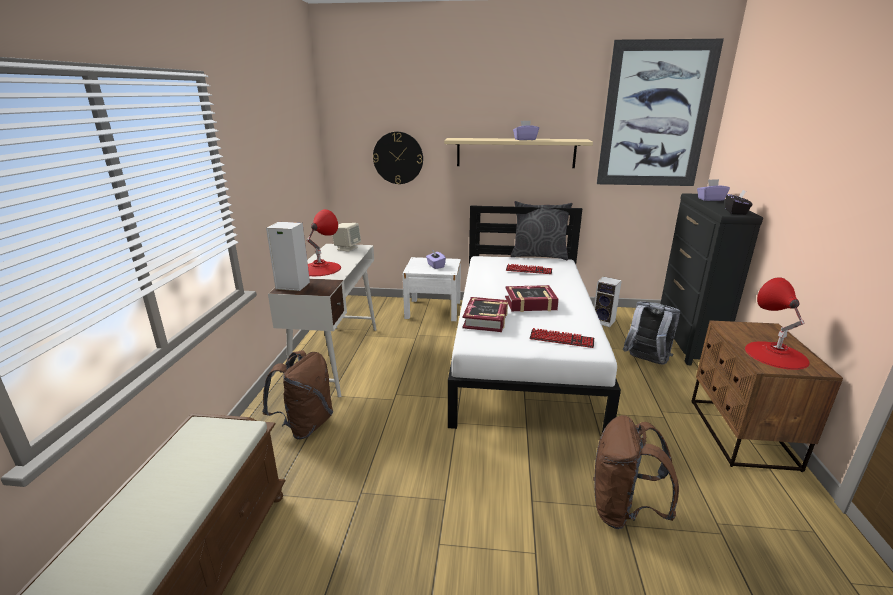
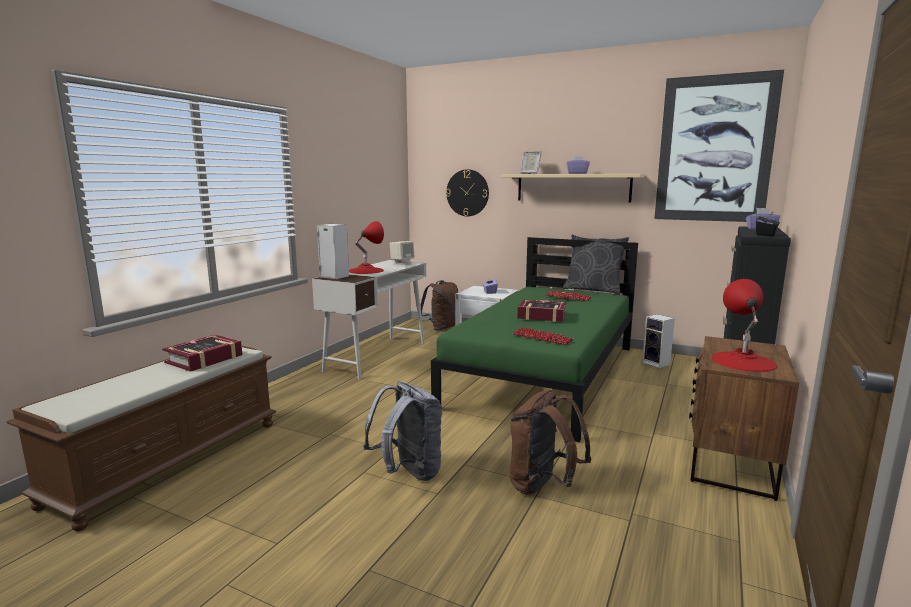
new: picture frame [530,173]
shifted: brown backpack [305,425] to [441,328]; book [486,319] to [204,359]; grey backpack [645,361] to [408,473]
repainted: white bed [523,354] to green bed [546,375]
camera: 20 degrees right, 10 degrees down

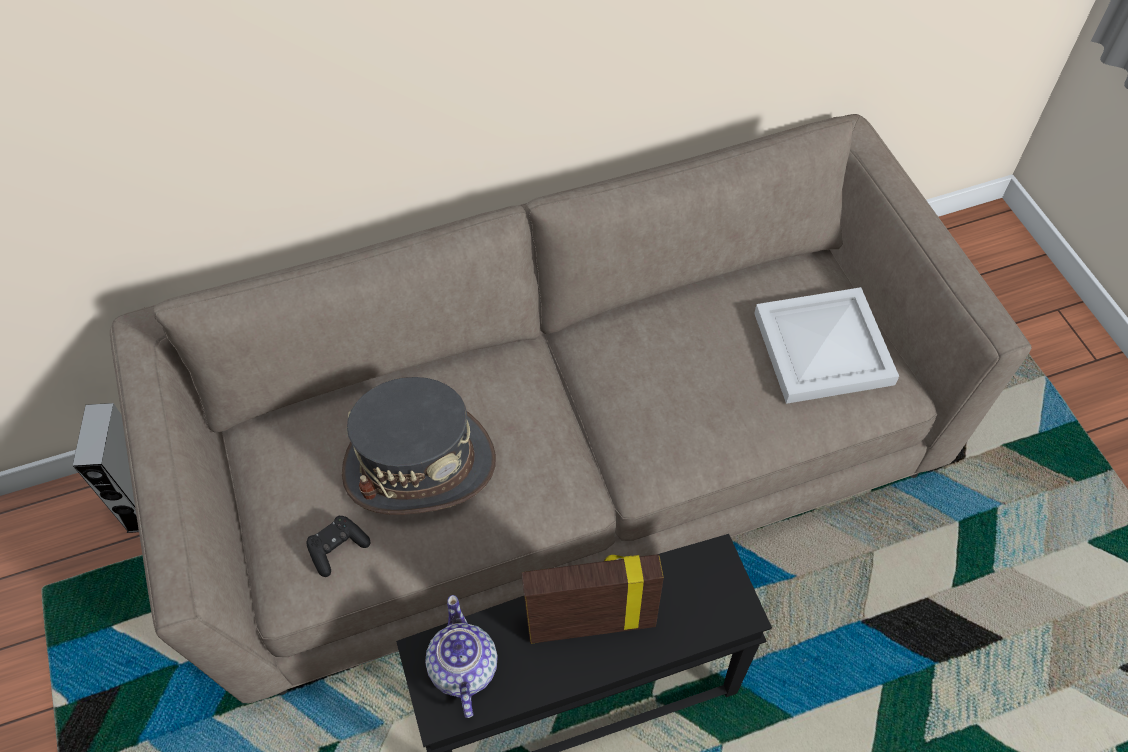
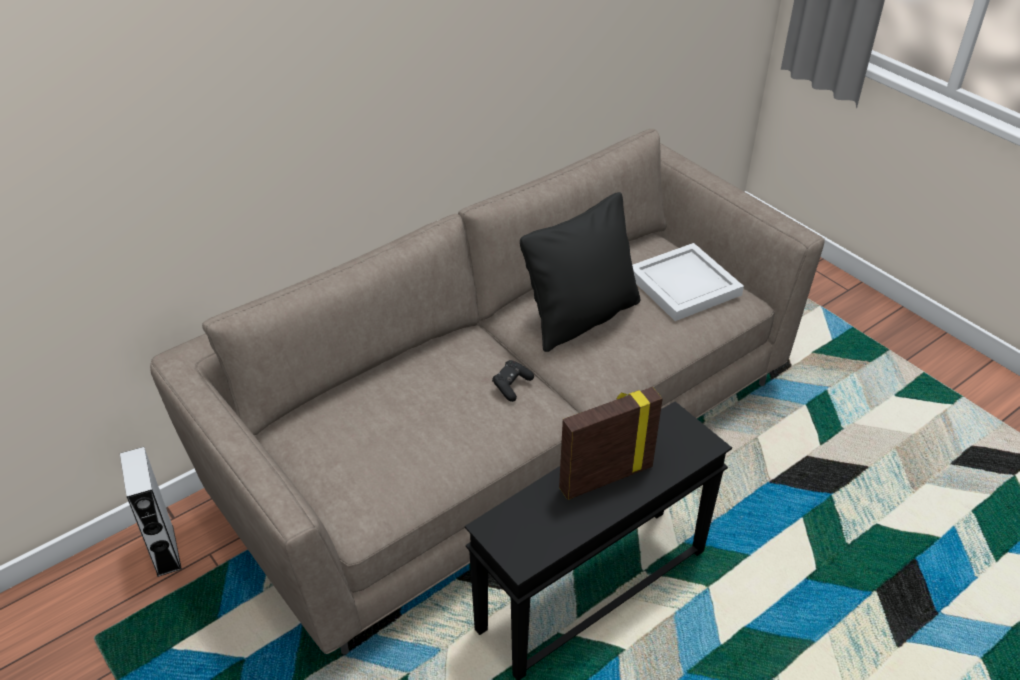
gone: grey hat [419,465]; teapot [463,669]
new: black pillow [581,318]
shifted: black game controller [338,548] to [511,386]
camera: 20 degrees left, 15 degrees down

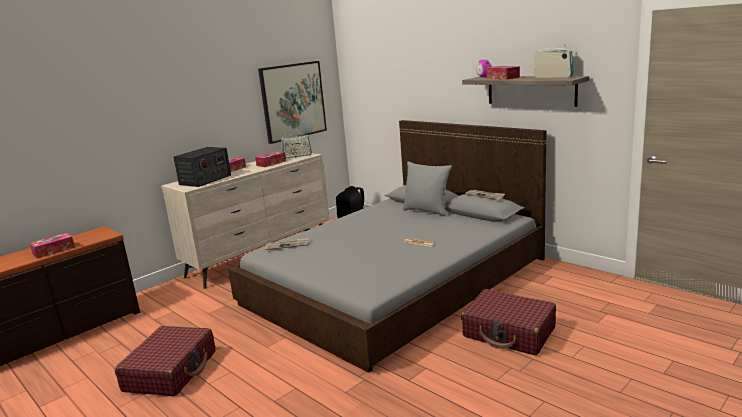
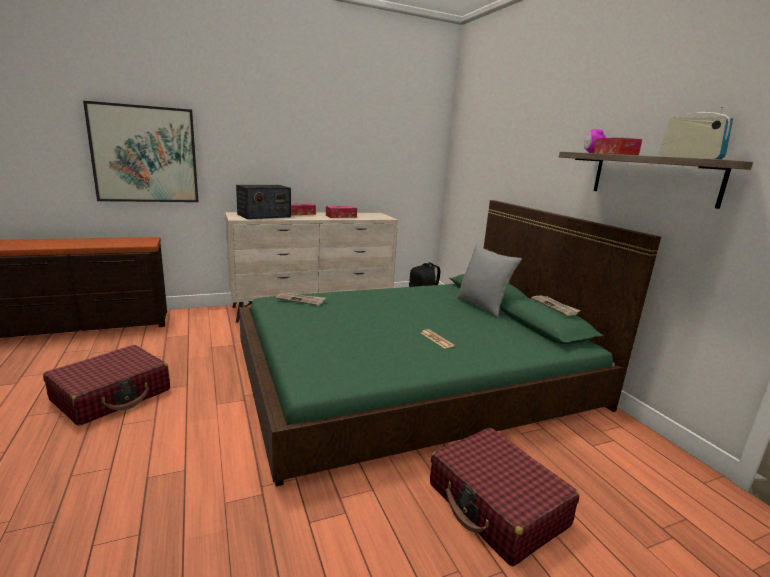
gone: tissue box [53,250]; radio [297,156]
shifted: picture [293,101] to [145,154]
repainted: grey bed [396,281] to green bed [413,376]
camera: 20 degrees right, 0 degrees up

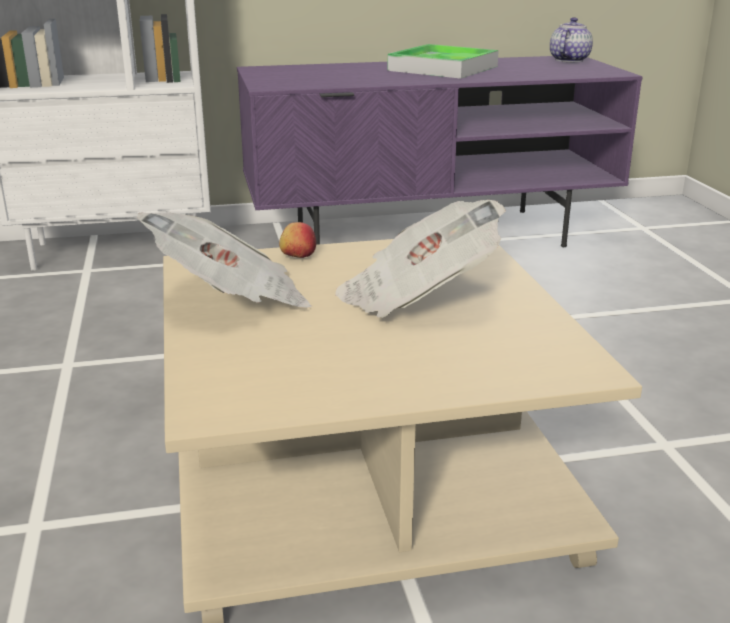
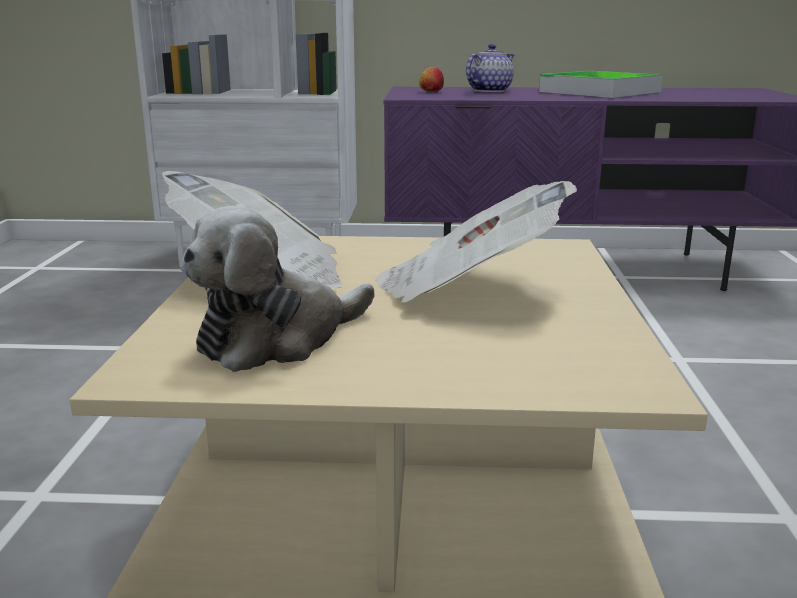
new: plush toy [278,339]
shifted: apple [298,256] to [431,92]; teapot [568,60] to [489,91]
camera: 15 degrees right, 5 degrees down

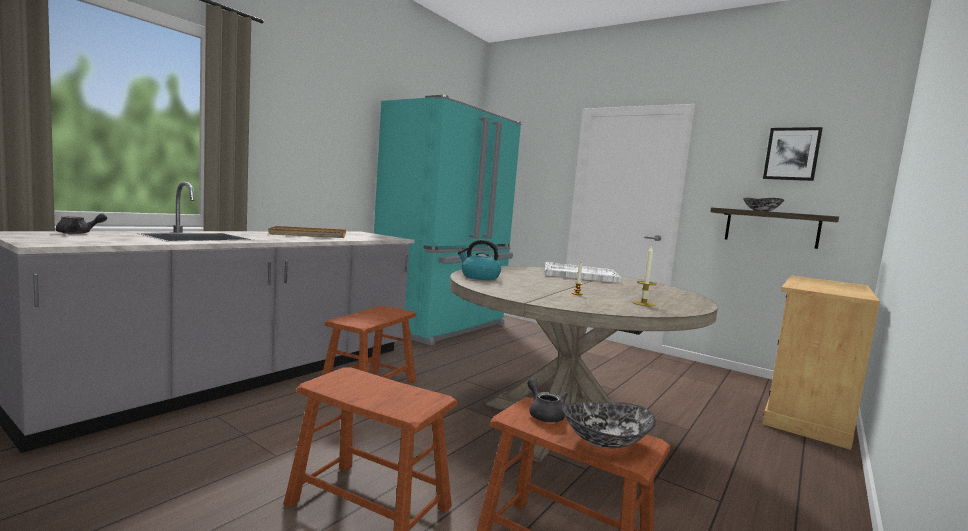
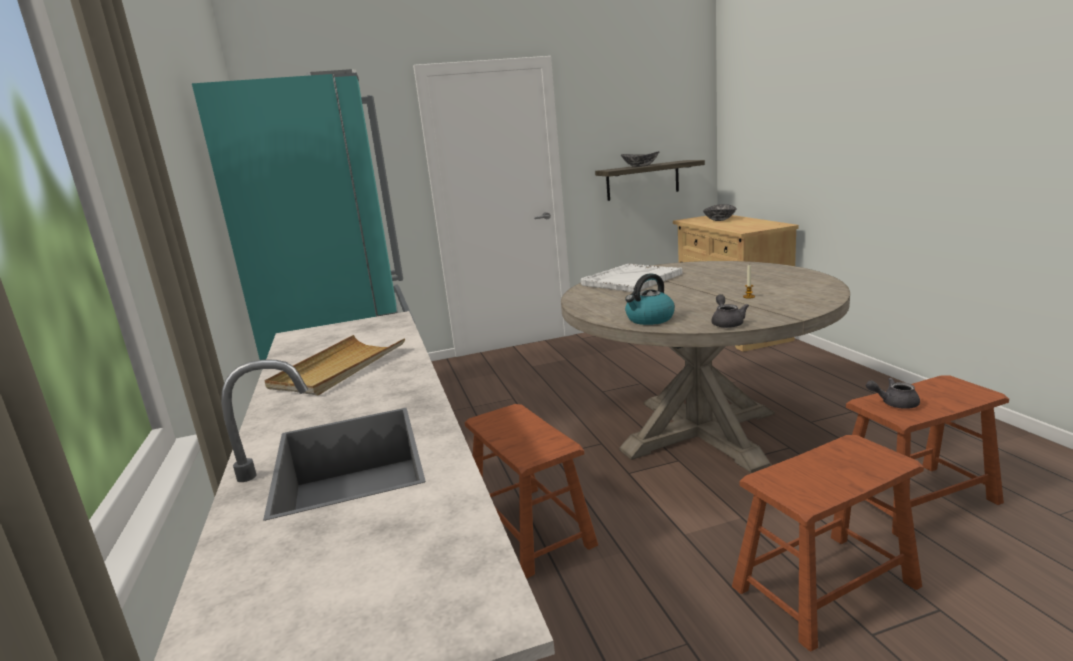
gone: candle [643,304]; picture [792,154]
shifted: grey teapot [79,233] to [727,323]; bowl [604,441] to [719,219]
camera: 50 degrees left, 10 degrees up

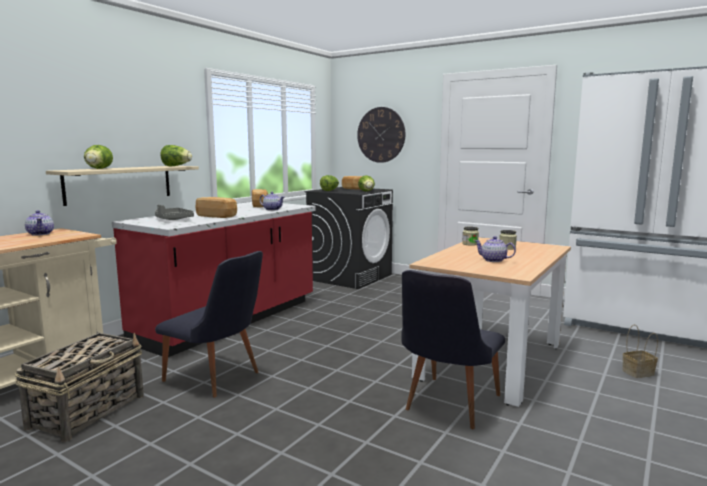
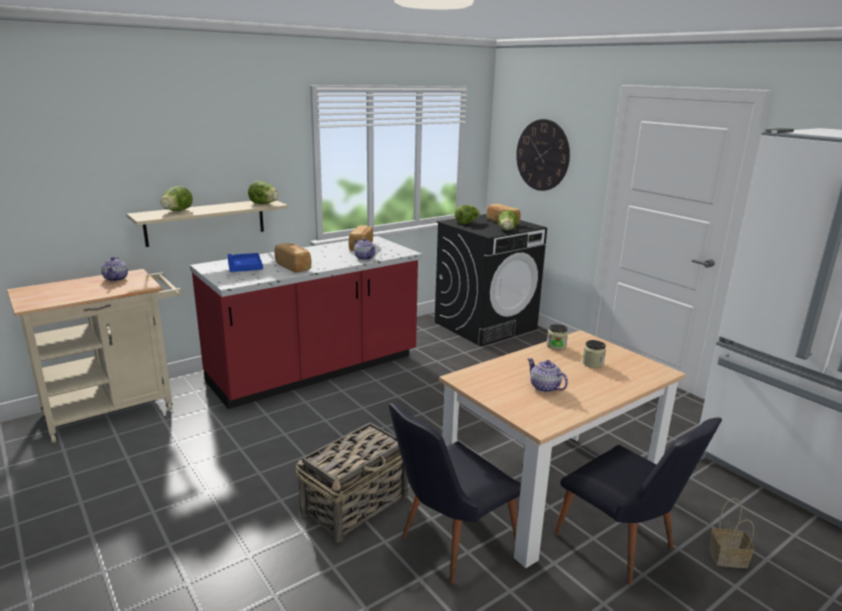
shifted: basket [89,410] to [356,504]; black chair [217,379] to [623,547]
repainted: grey tray [172,219] to blue tray [245,268]
camera: 20 degrees right, 10 degrees up

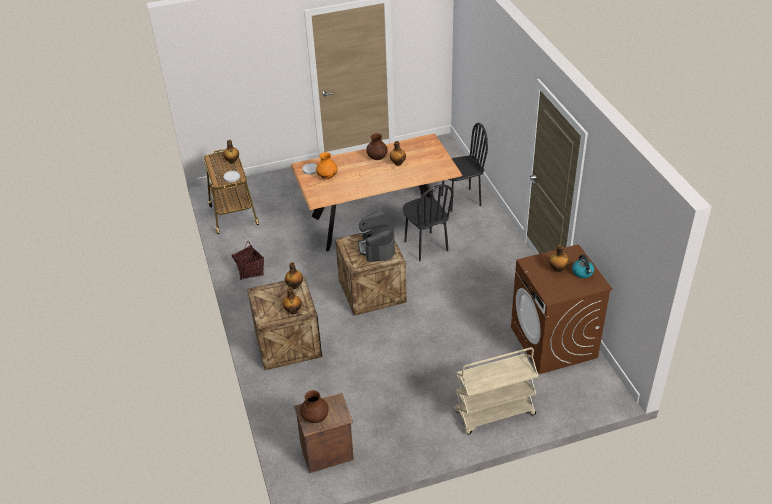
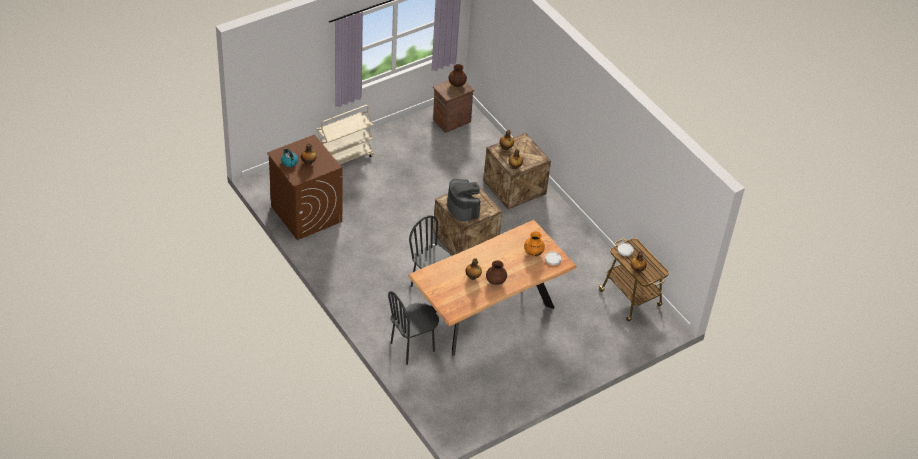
gone: basket [250,271]
camera: 160 degrees right, 5 degrees up

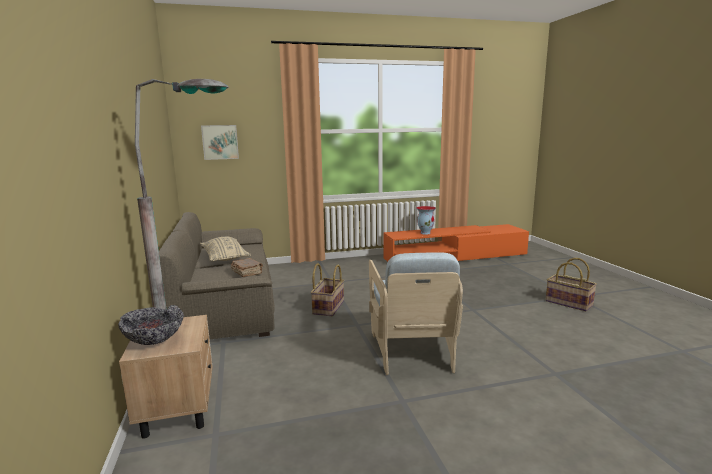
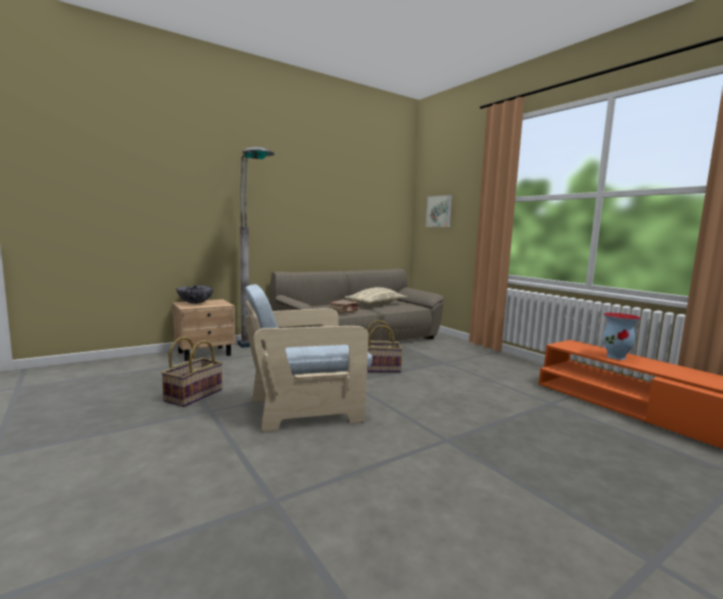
shifted: basket [568,303] to [193,395]
camera: 70 degrees right, 5 degrees down

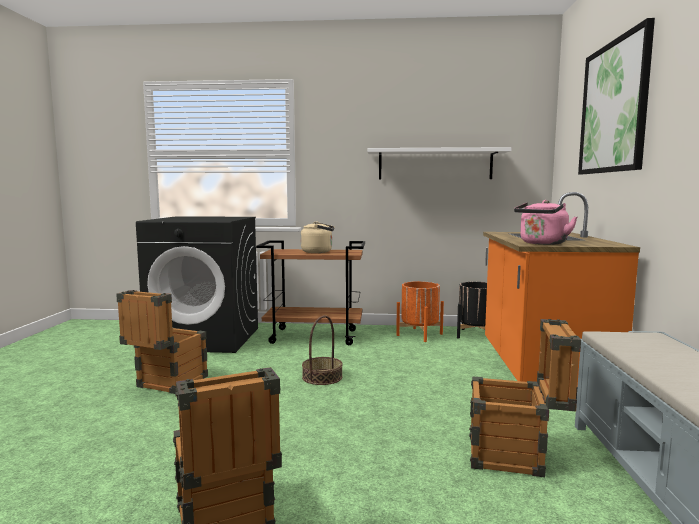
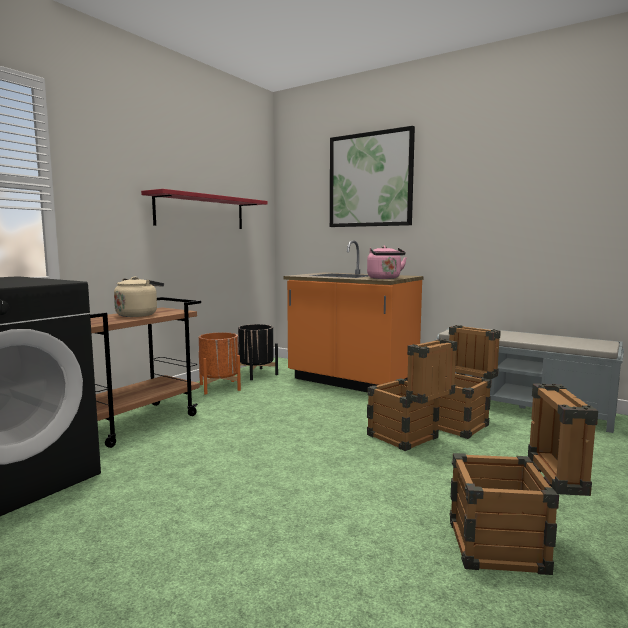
gone: basket [322,377]
shifted: crate [166,384] to [408,439]
repainted: white shelf [435,164] to red shelf [201,212]
camera: 60 degrees left, 0 degrees up

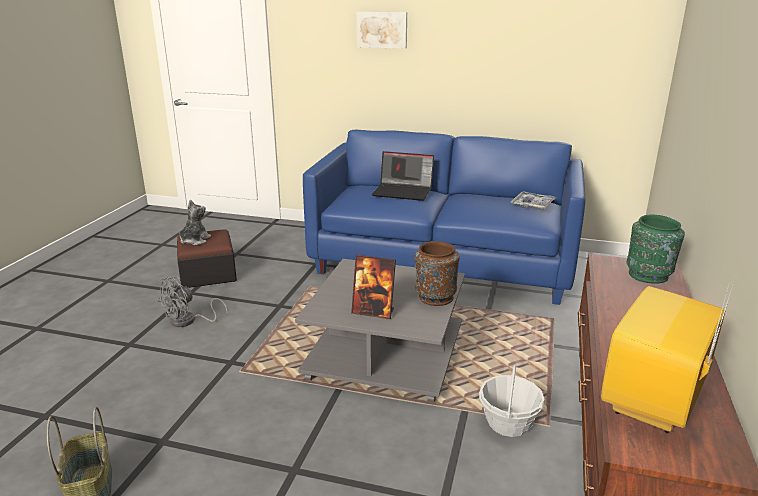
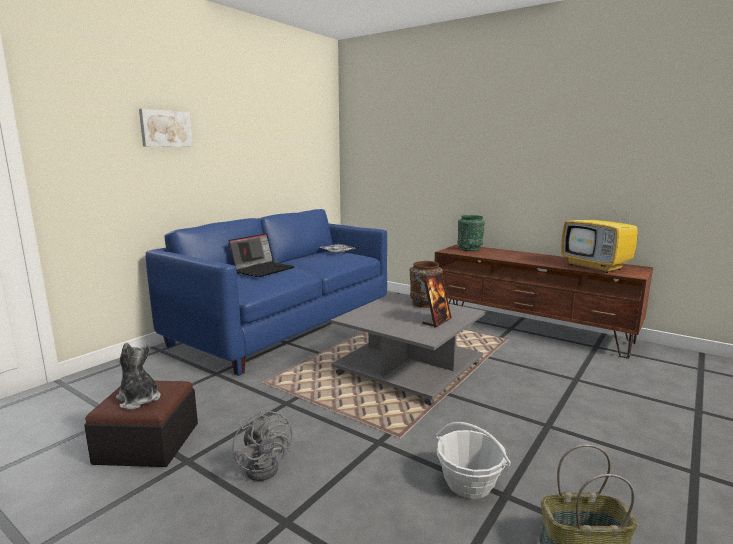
shifted: basket [508,423] to [469,483]
camera: 70 degrees left, 10 degrees down

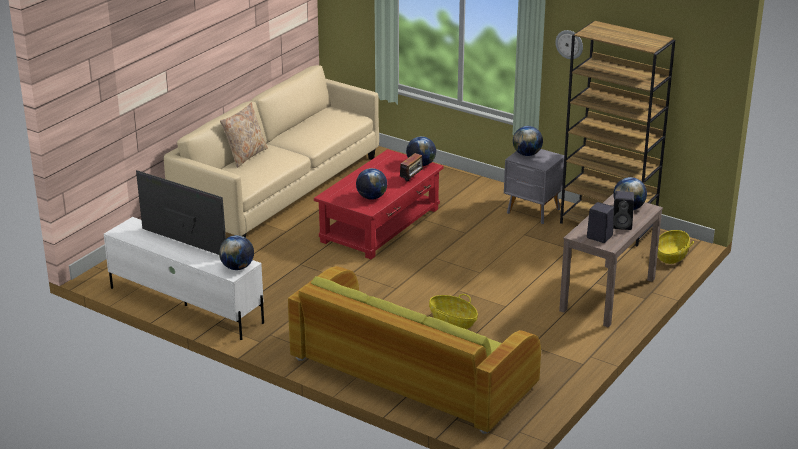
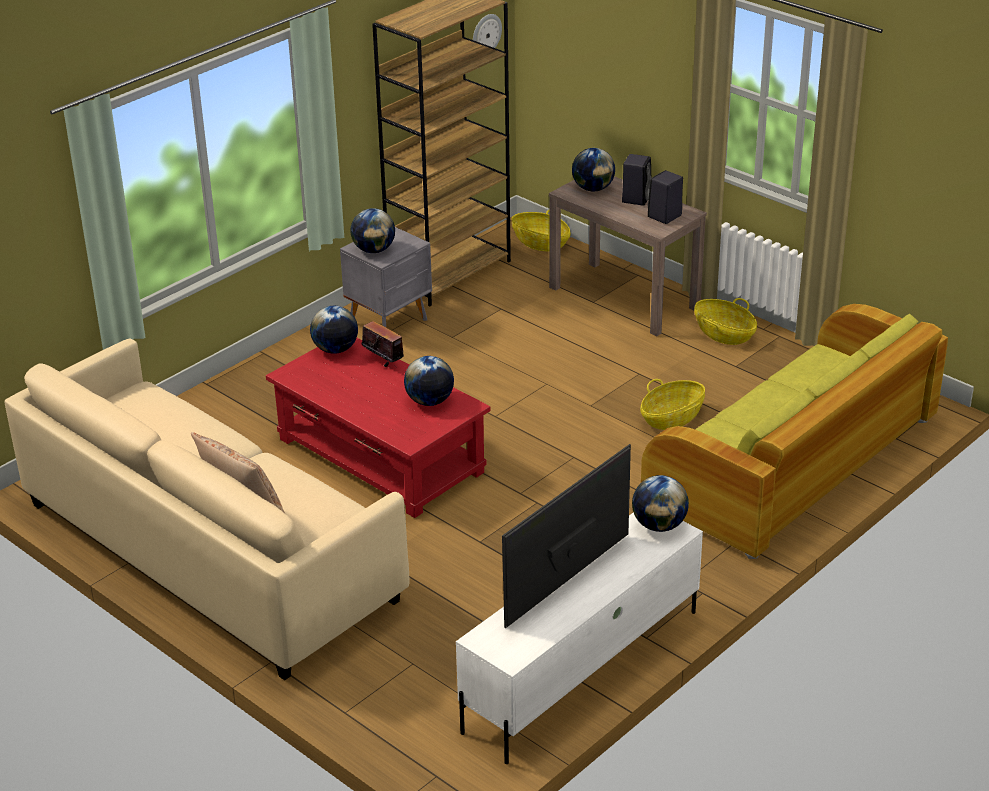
new: basket [724,334]
shifted: wall clock [569,44] to [486,34]
camera: 80 degrees left, 5 degrees up

